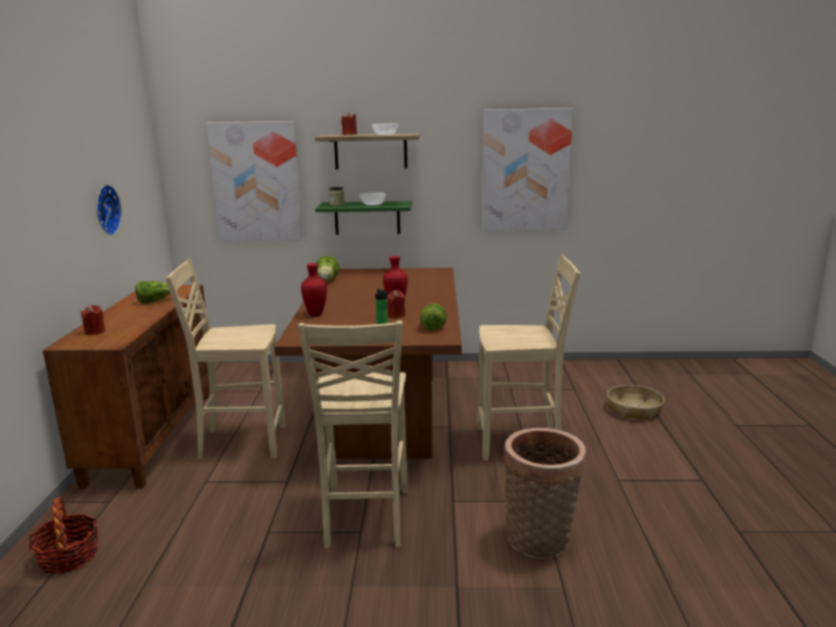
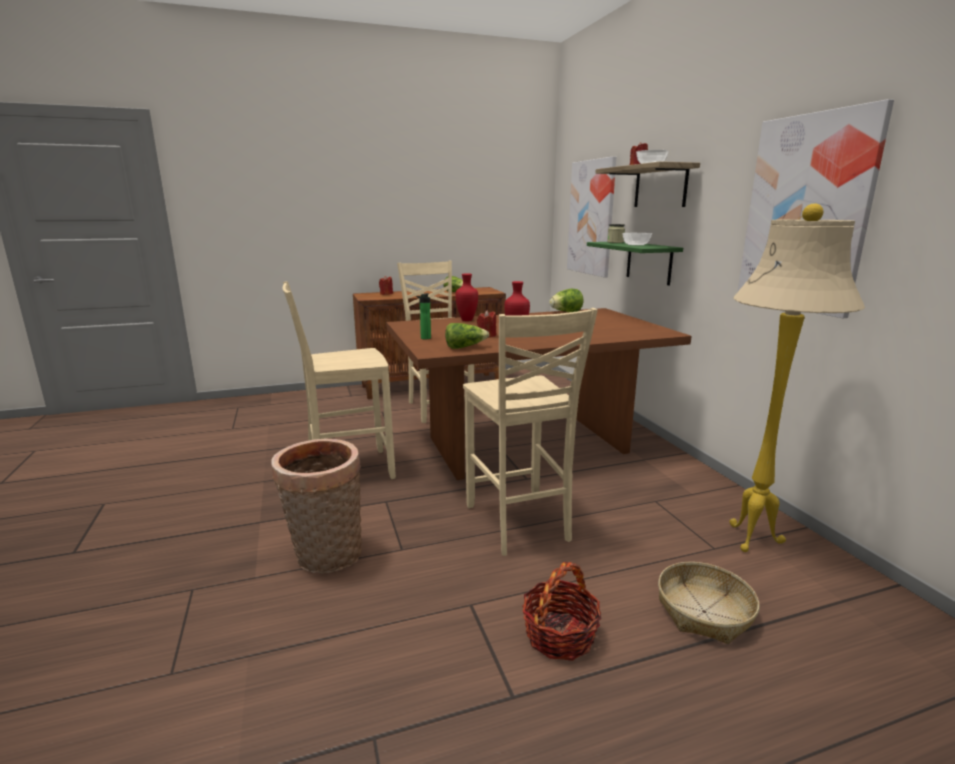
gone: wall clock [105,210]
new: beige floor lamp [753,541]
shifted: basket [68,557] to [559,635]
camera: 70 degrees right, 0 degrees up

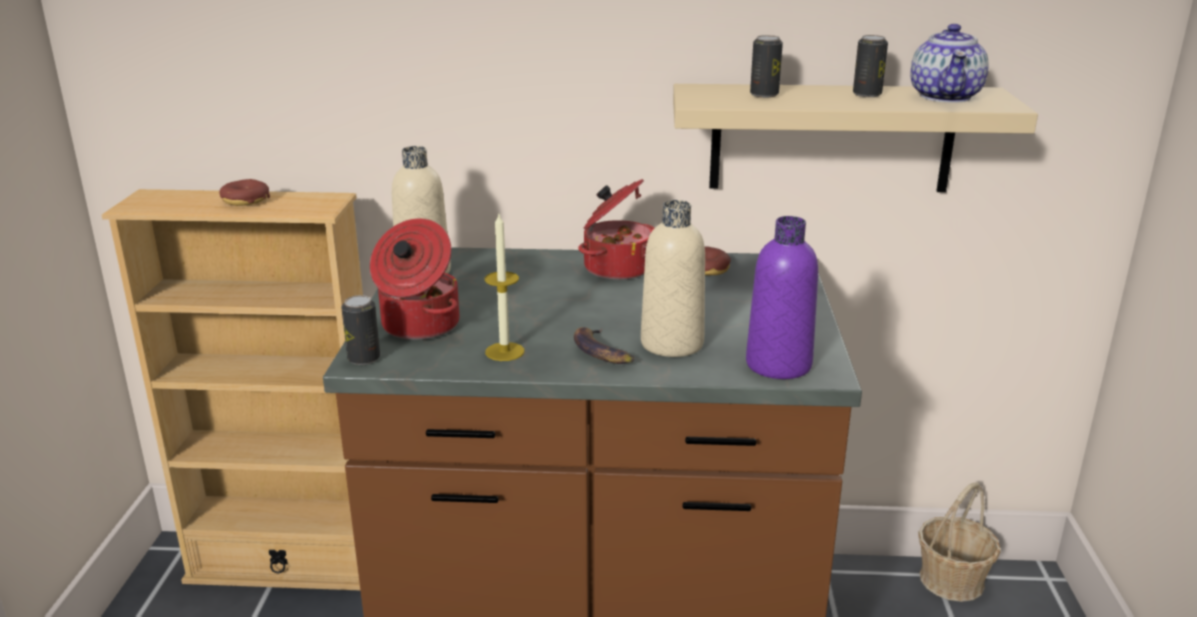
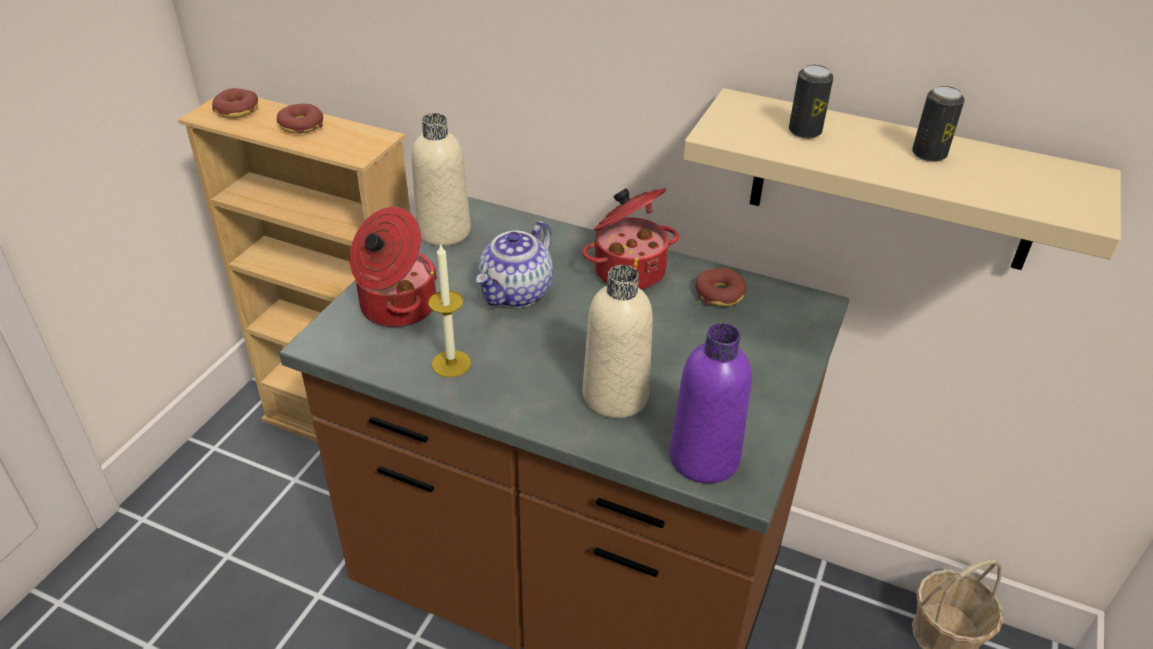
gone: can [364,358]; banana [602,351]
new: donut [237,110]
shifted: teapot [946,97] to [516,293]
camera: 20 degrees right, 15 degrees up

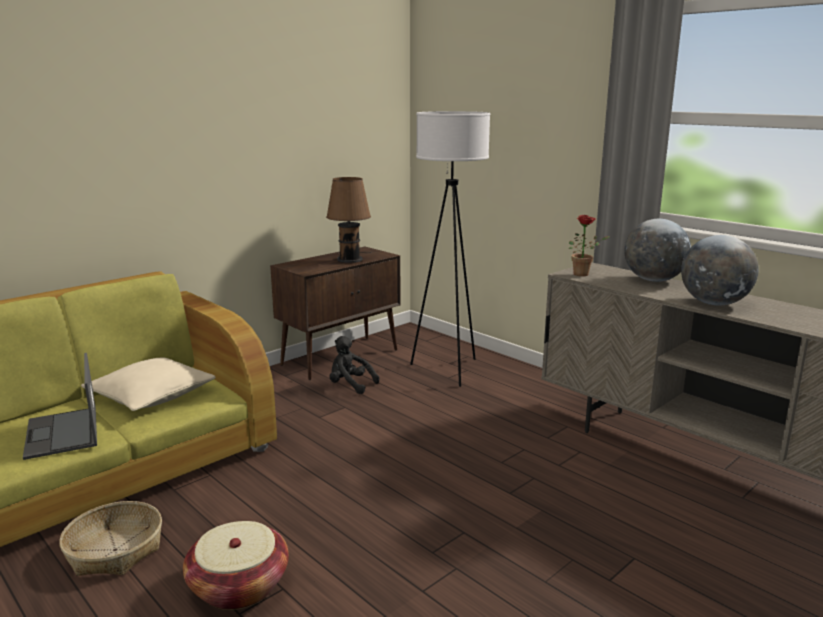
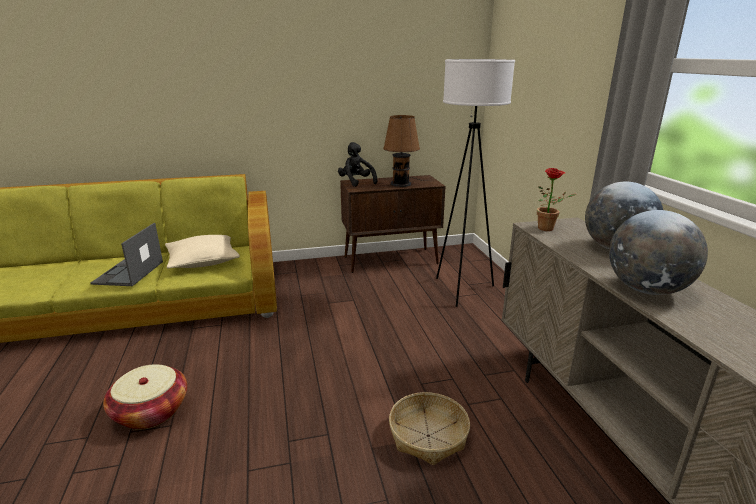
shifted: basket [115,550] to [428,436]; black plush toy [350,385] to [356,182]
camera: 30 degrees right, 5 degrees up

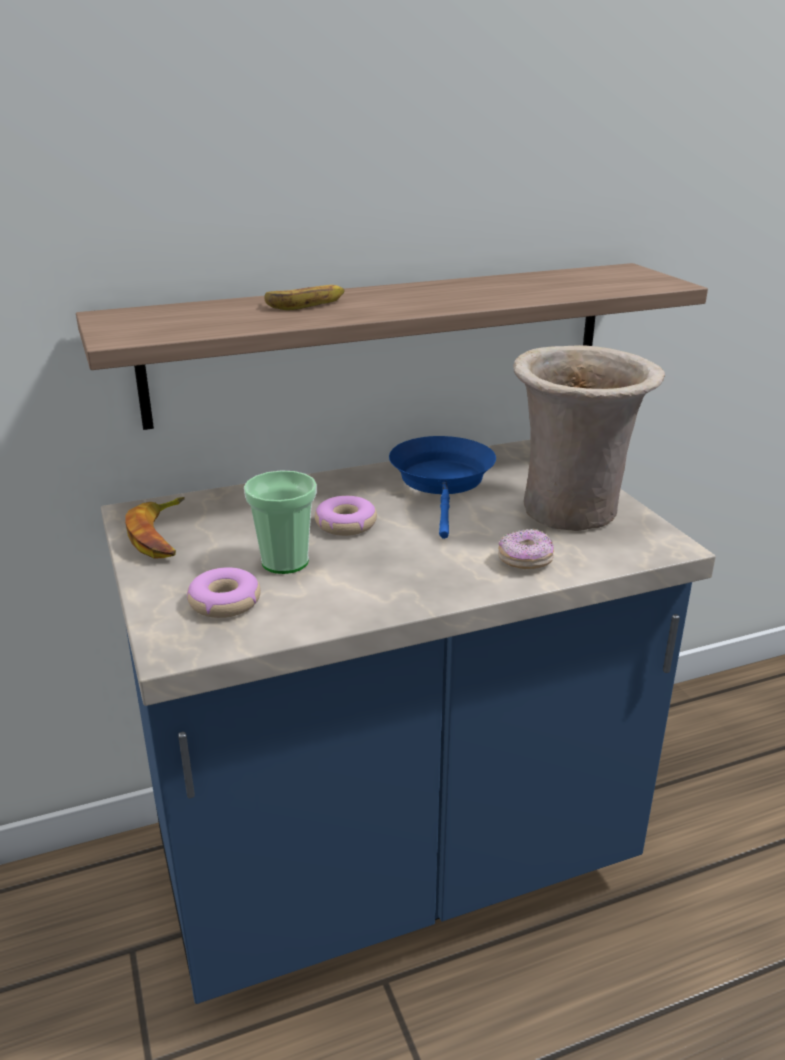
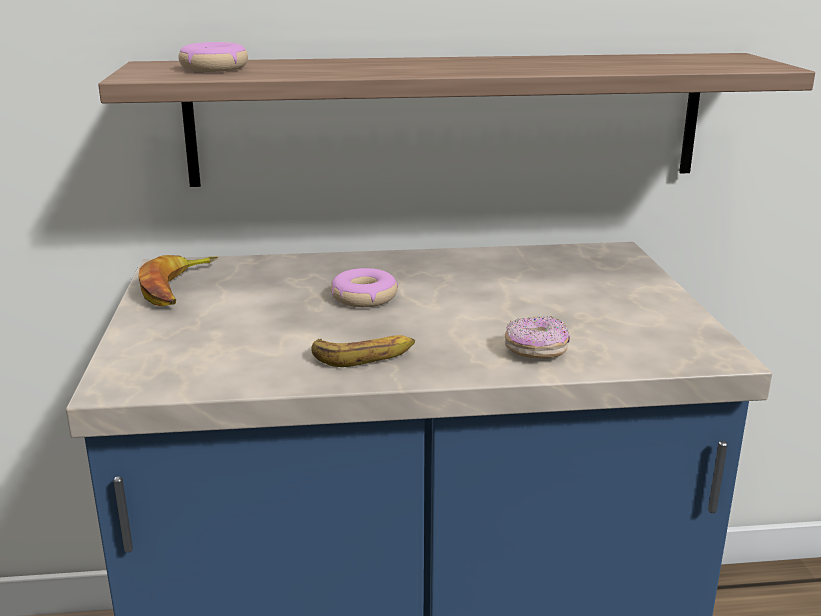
gone: cup [285,562]; blue frying pan [443,482]; beige vase [574,512]
shifted: donut [224,602] to [214,68]; banana [306,304] to [364,356]
camera: 15 degrees right, 5 degrees down

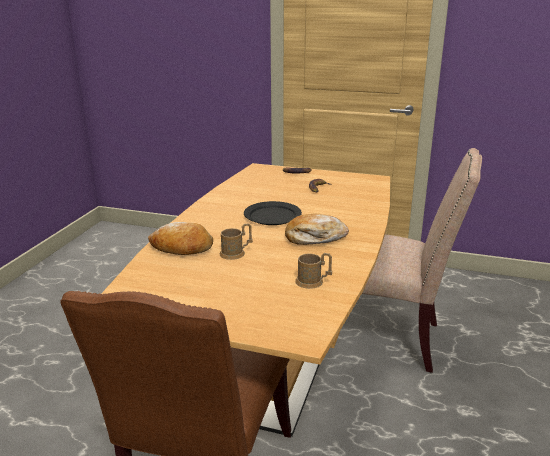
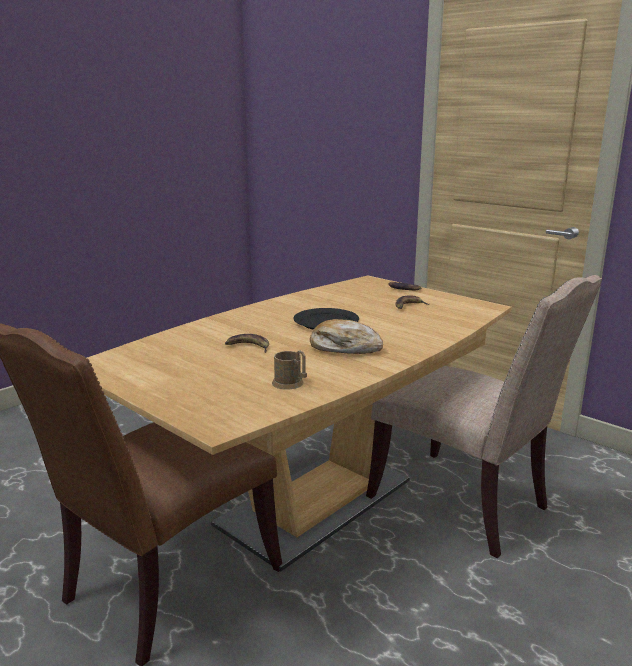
gone: bread [182,248]
swapped: brown mug [236,253] to banana [248,346]
camera: 25 degrees right, 5 degrees down

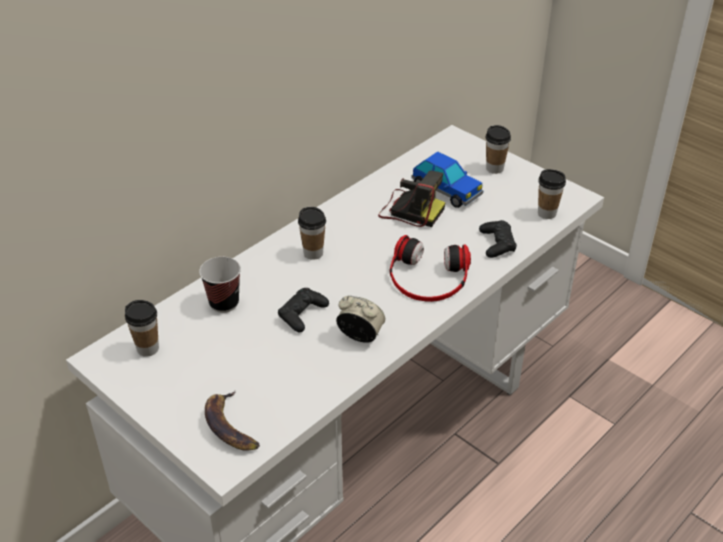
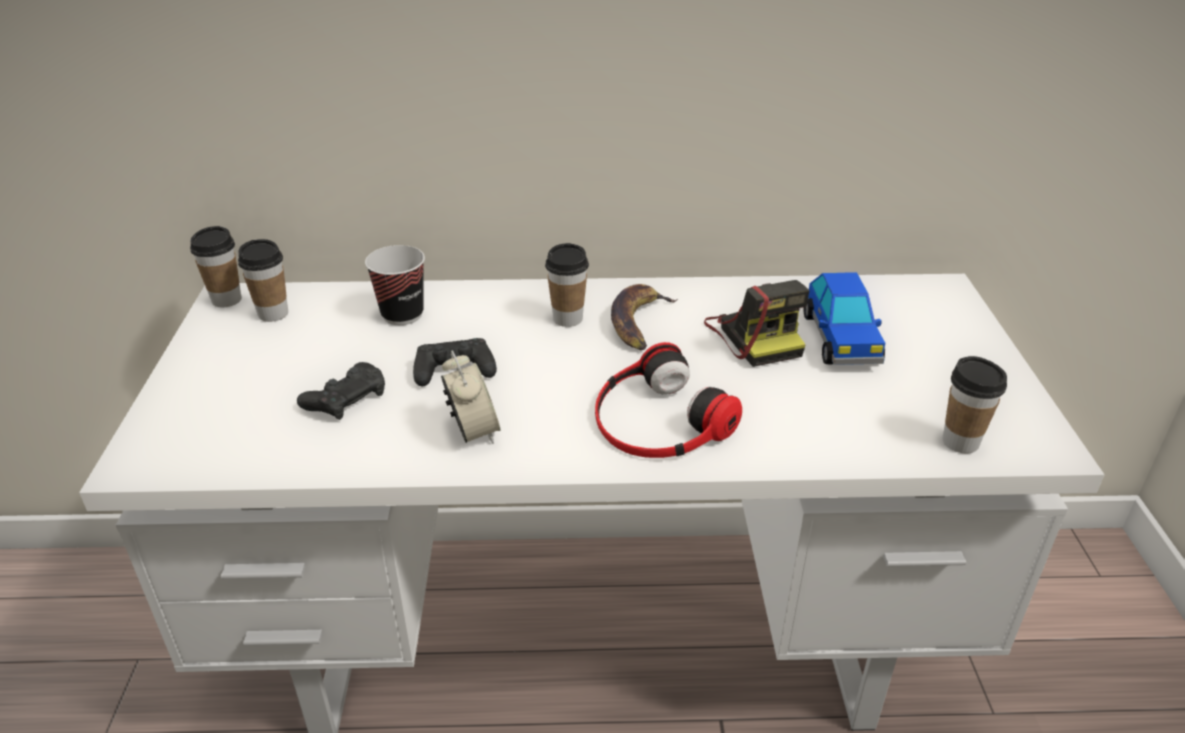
shifted: banana [230,426] to [638,322]; black game controller [497,244] to [346,399]; cup [494,168] to [226,300]
camera: 45 degrees right, 5 degrees down

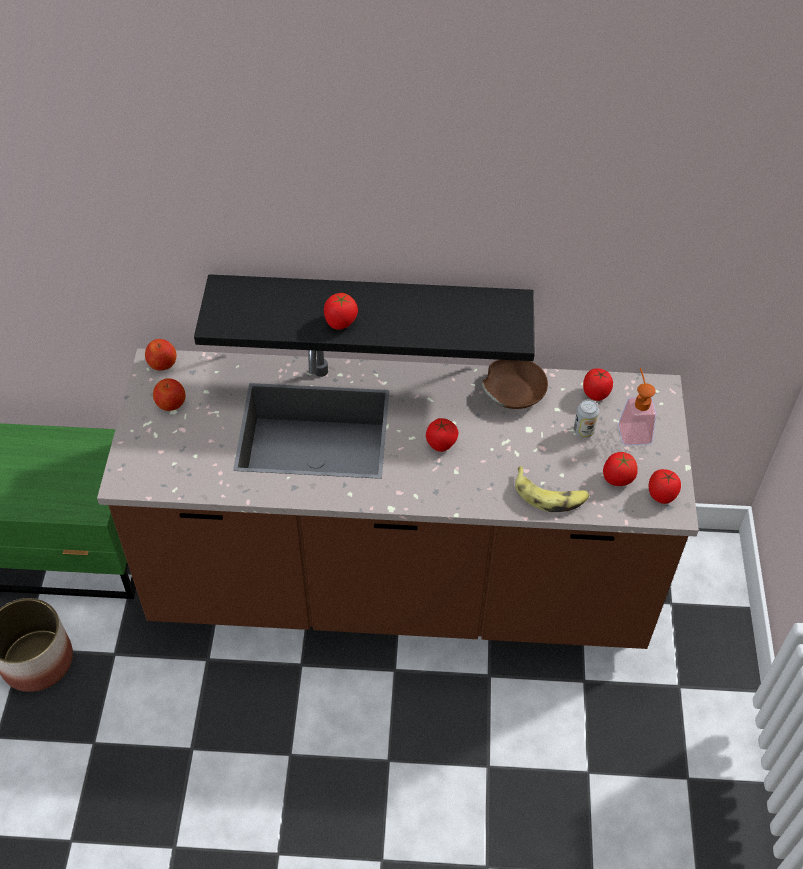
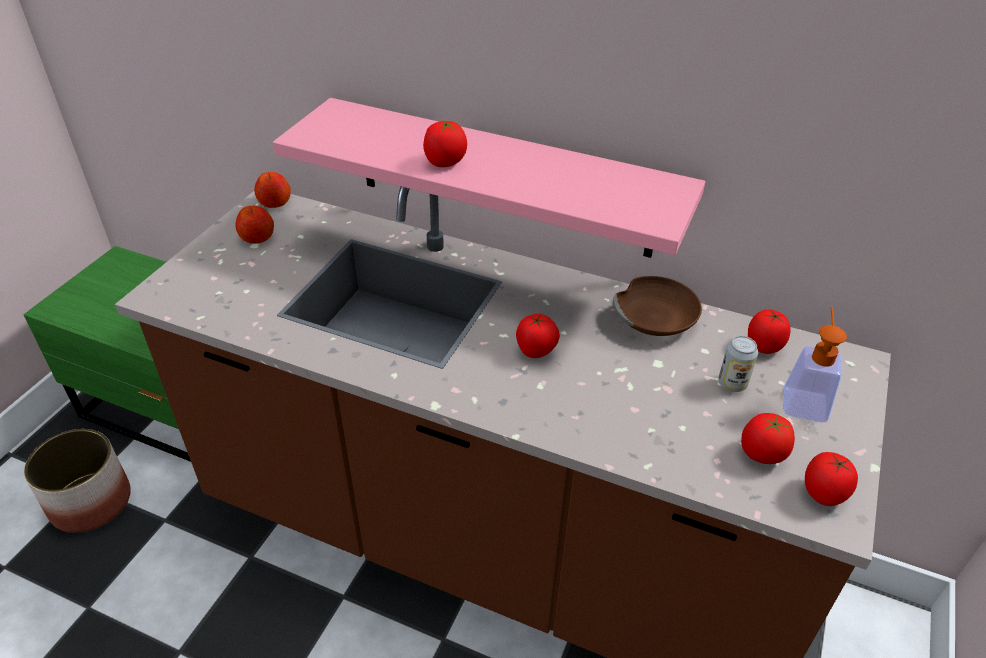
gone: banana [550,495]
repainted: black shelf [370,309] to pink shelf [503,178]
camera: 20 degrees right, 10 degrees down

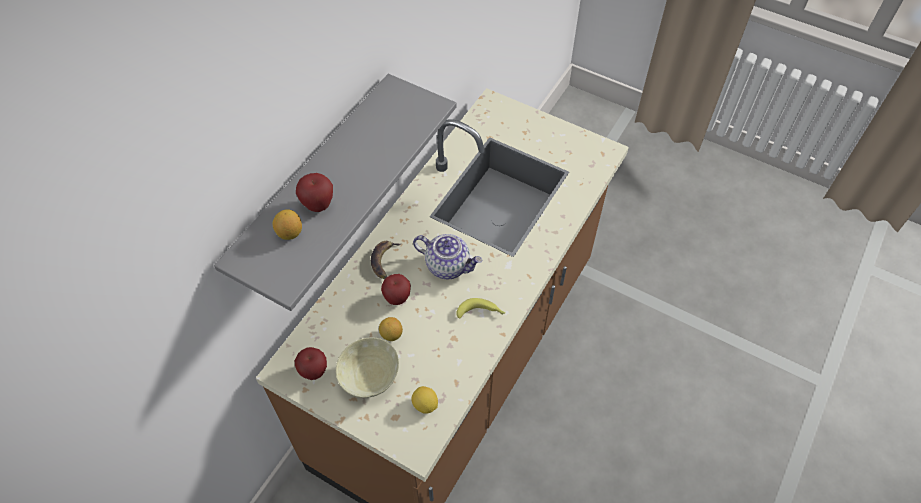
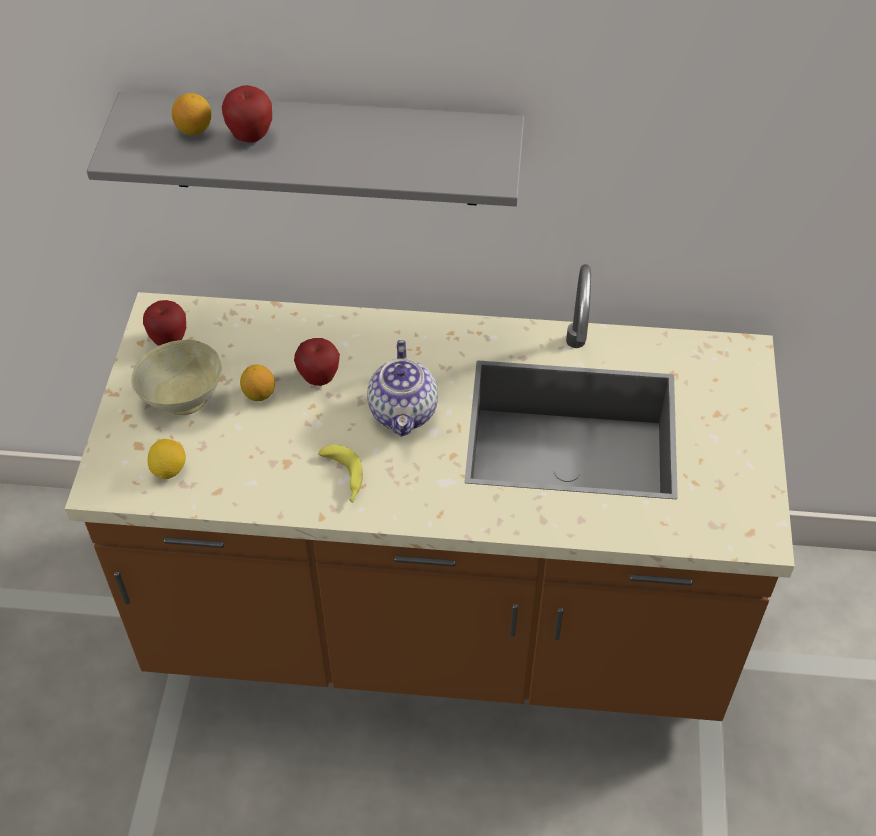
gone: banana [384,261]
camera: 65 degrees right, 5 degrees down

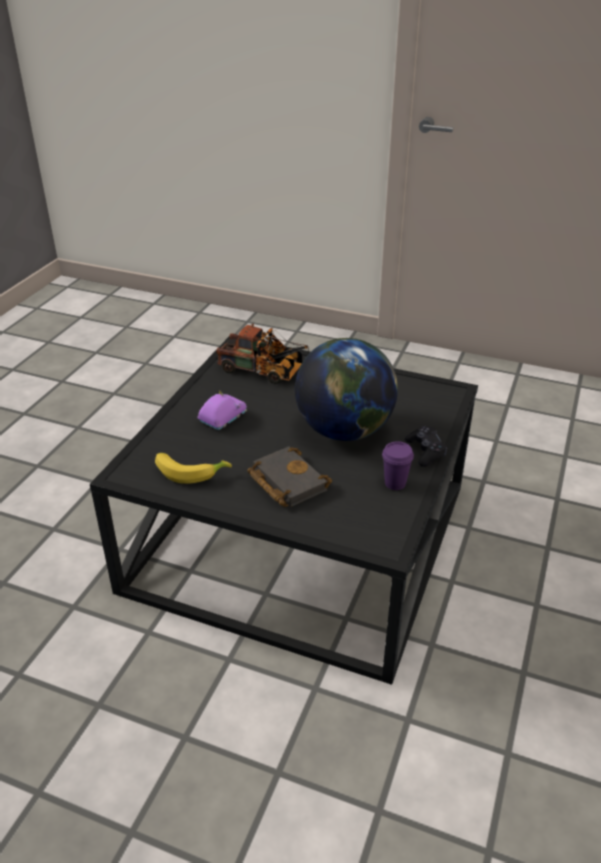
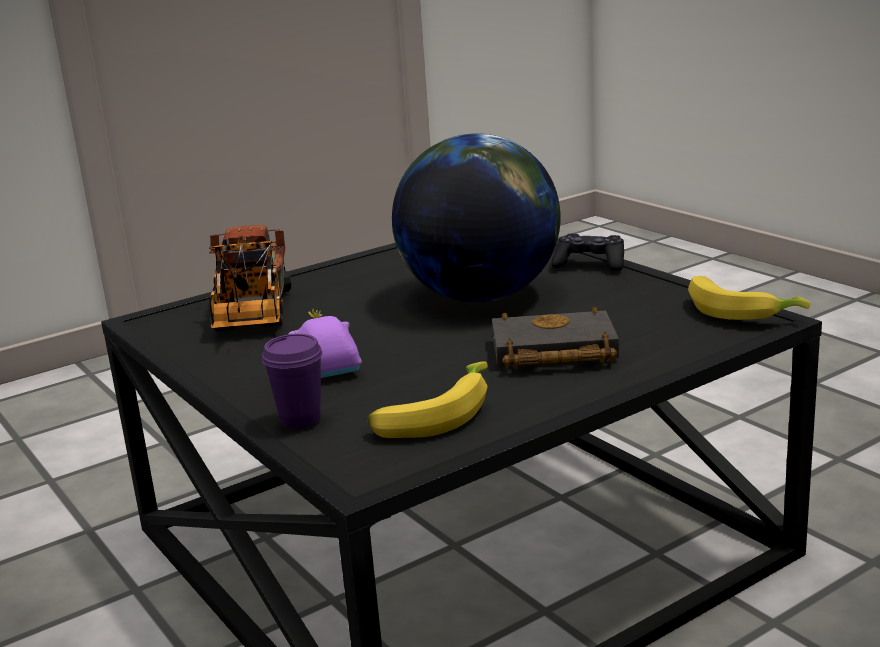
new: banana [741,310]
shifted: purple cup [395,483] to [300,420]
rotated: toy truck [265,371] = [252,316] 120 degrees clockwise
camera: 55 degrees left, 15 degrees down

